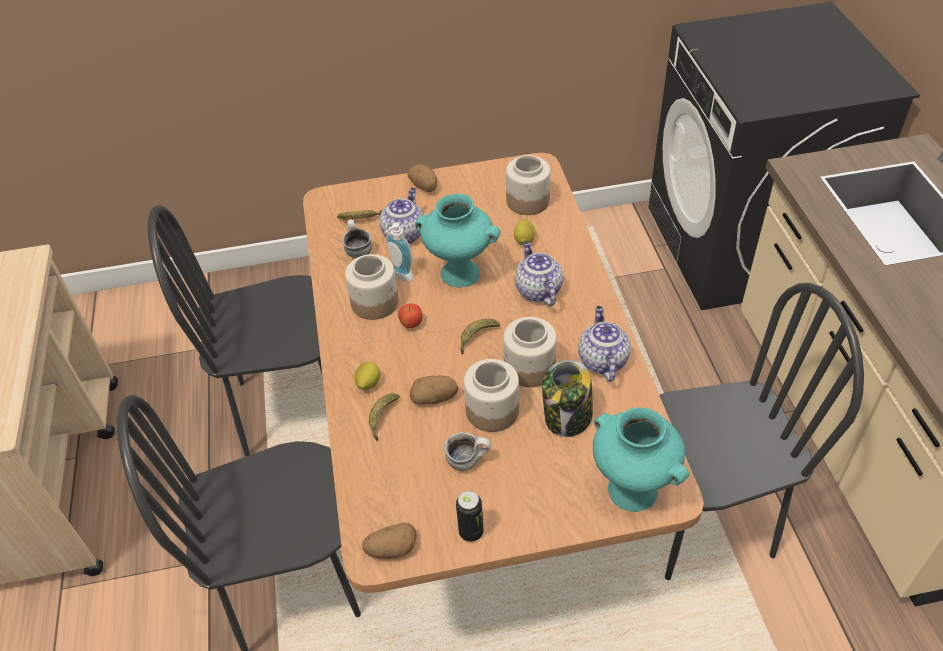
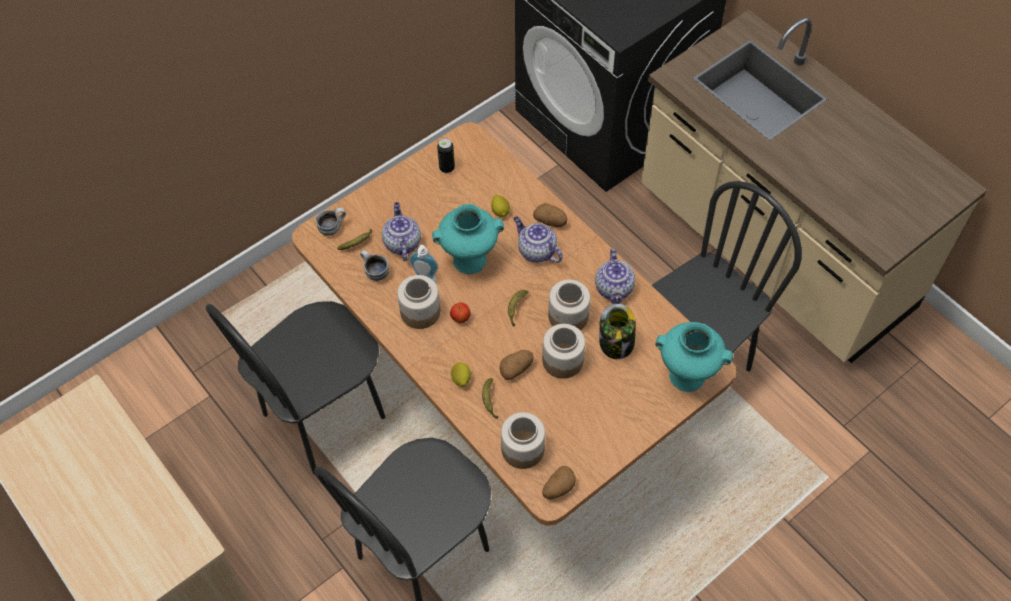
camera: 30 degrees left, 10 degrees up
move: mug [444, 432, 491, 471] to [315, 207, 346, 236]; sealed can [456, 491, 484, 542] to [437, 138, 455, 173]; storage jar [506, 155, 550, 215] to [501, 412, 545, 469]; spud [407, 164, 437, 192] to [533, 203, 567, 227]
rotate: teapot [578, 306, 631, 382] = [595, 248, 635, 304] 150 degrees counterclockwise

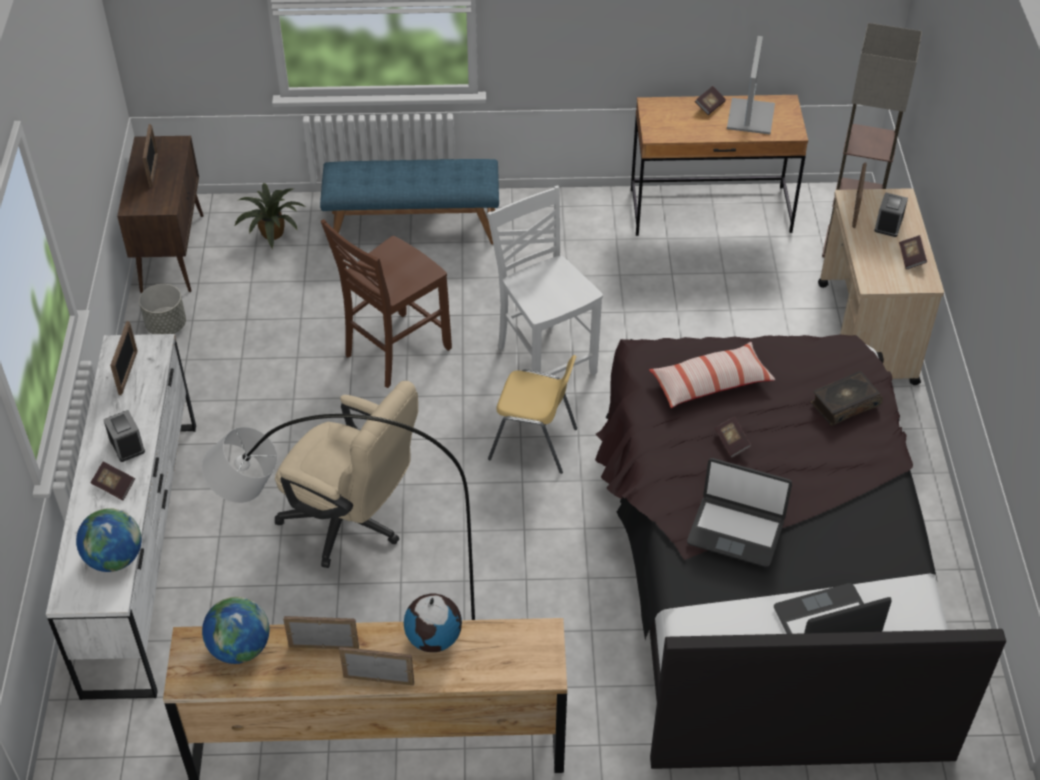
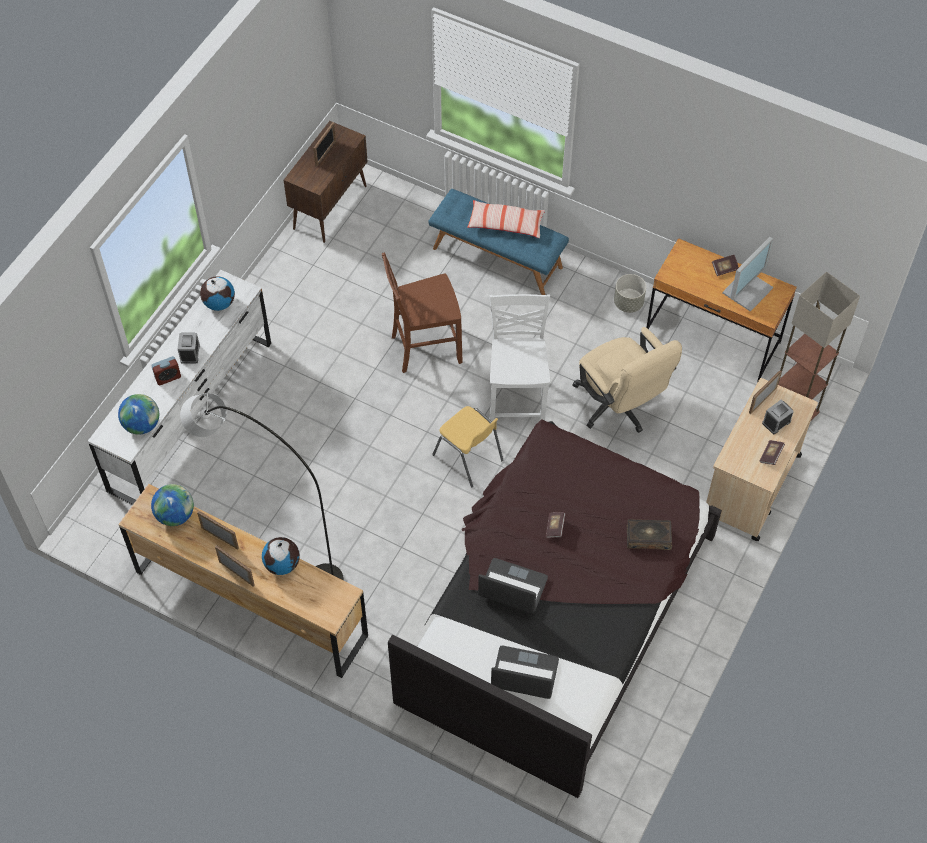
camera: 30 degrees right, 10 degrees up
delete: houseplant [235, 183, 305, 249]
move: pillow [649, 342, 775, 408] to [467, 200, 545, 238]; computer chair (sand-coloured) [275, 381, 418, 568] to [572, 327, 682, 432]; planter (greyish) [139, 284, 186, 334] to [614, 274, 646, 313]
replace: bound book [91, 462, 135, 500] to table clock [151, 356, 181, 386]; standing frame [110, 321, 138, 395] to globe [200, 276, 235, 311]
rotate: laptop [687, 458, 792, 567] = [478, 558, 548, 613] 150 degrees clockwise

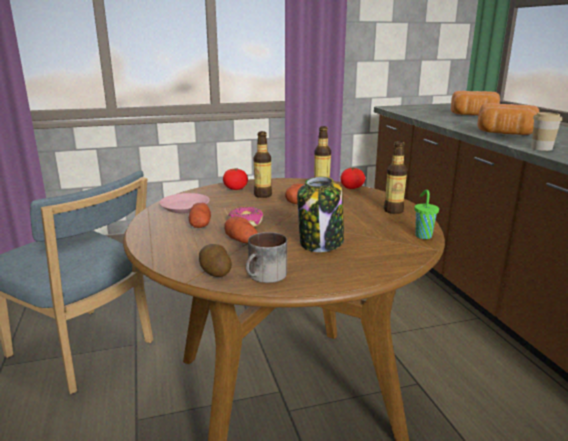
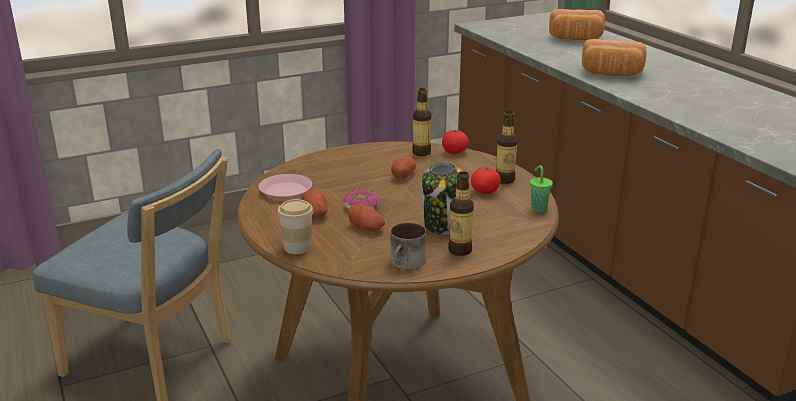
camera: 10 degrees left, 5 degrees up
delete: spud [199, 244, 232, 277]
move: drinking cup [531, 112, 562, 151] to [277, 199, 314, 254]; bottle [254, 131, 272, 198] to [448, 171, 474, 256]; whole tomato [223, 168, 248, 190] to [471, 167, 501, 194]

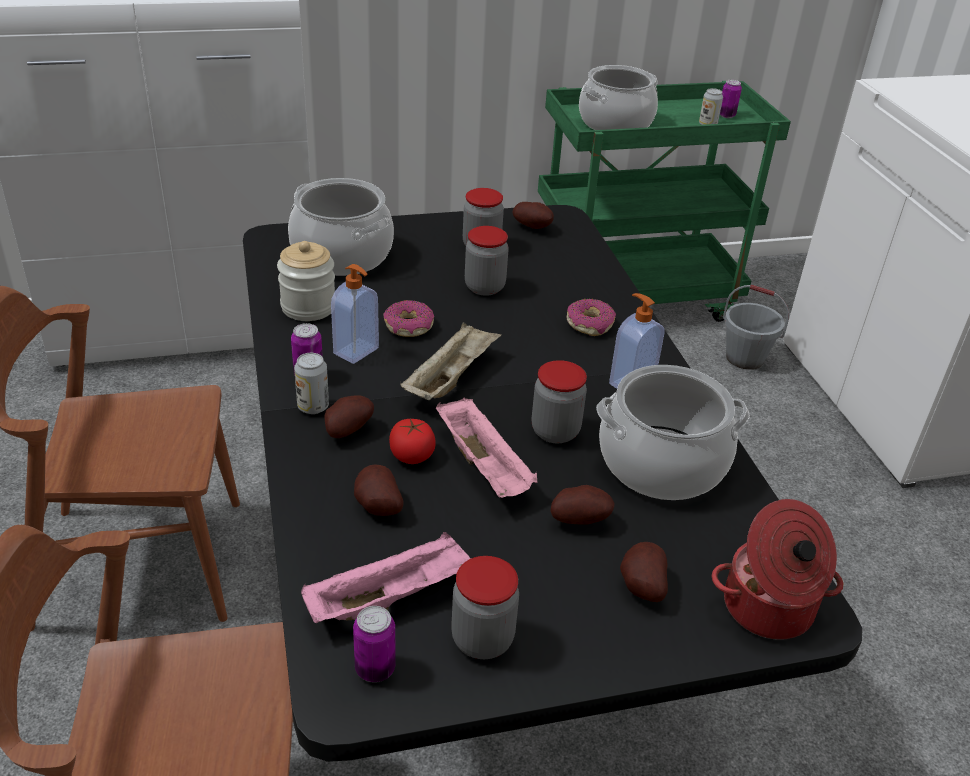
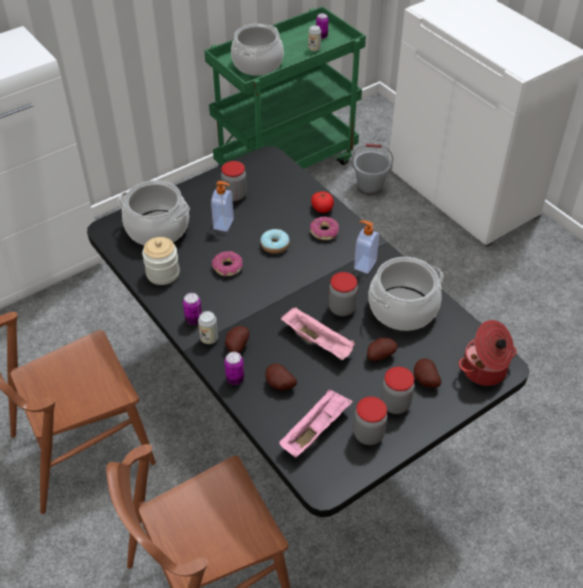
camera: 20 degrees left, 10 degrees up
delete: tray (sand-coloured) [400, 322, 501, 400]; spud [512, 202, 554, 229]
insert: ring doughnut [260, 229, 290, 254]
move: soap bottle [331, 264, 379, 364] to [211, 181, 234, 232]; sealed can [353, 606, 396, 682] to [224, 352, 244, 385]; whole tomato [389, 419, 436, 464] to [311, 191, 334, 213]; storage jar [465, 226, 509, 296] to [381, 367, 414, 414]

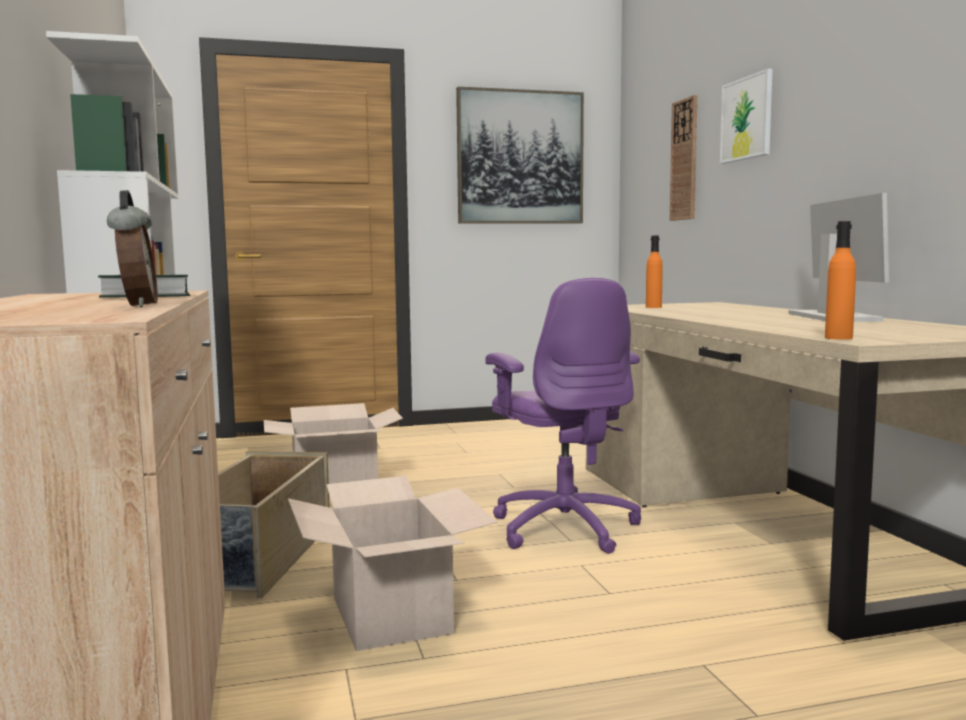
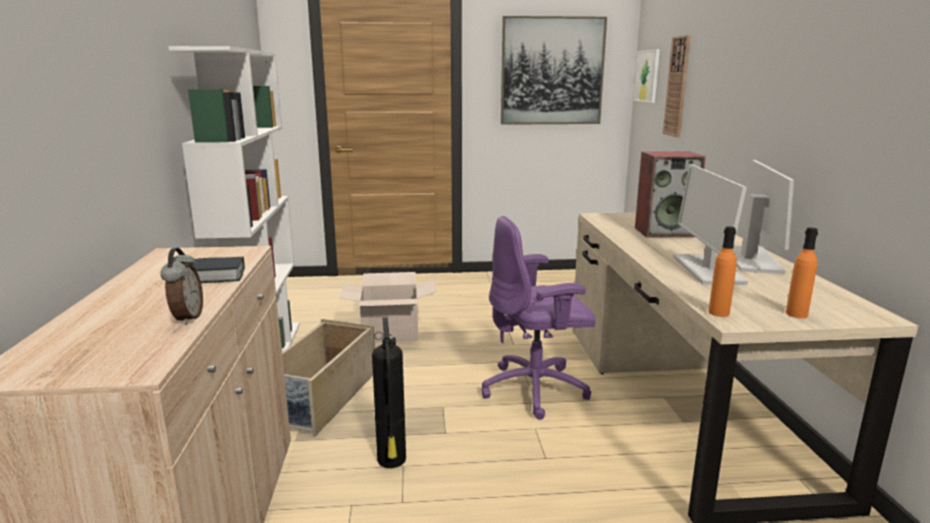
camera: 10 degrees right, 10 degrees up
insert: loudspeaker [635, 152, 706, 238]; computer screen [673, 164, 748, 285]
move: picture [720, 69, 772, 164] to [634, 49, 660, 103]; bottle (orangey) [646, 236, 663, 308] to [786, 227, 818, 318]
replace: cardboard box [288, 476, 498, 651] to extinguisher [372, 318, 406, 468]
rotate: computer chair (purplish) [485, 278, 641, 554] = [482, 216, 596, 420] 90 degrees clockwise

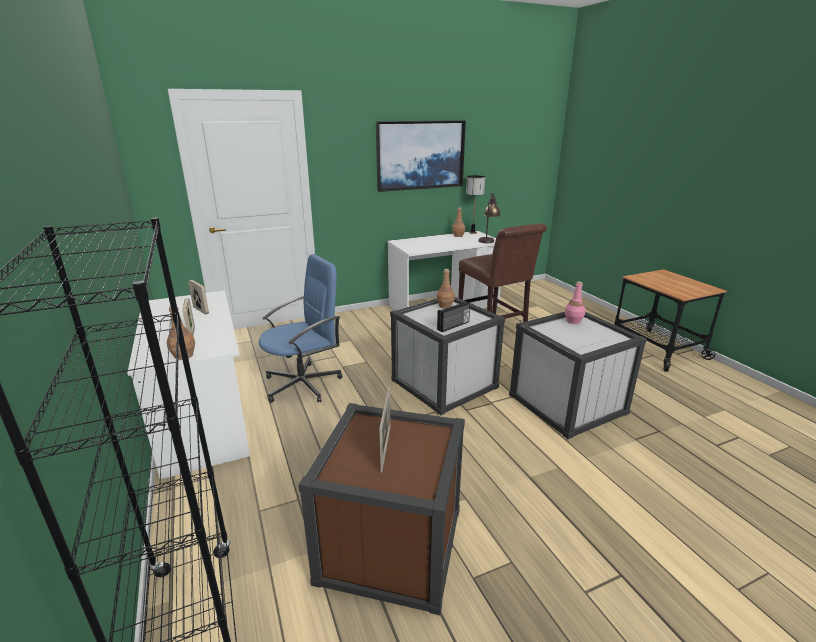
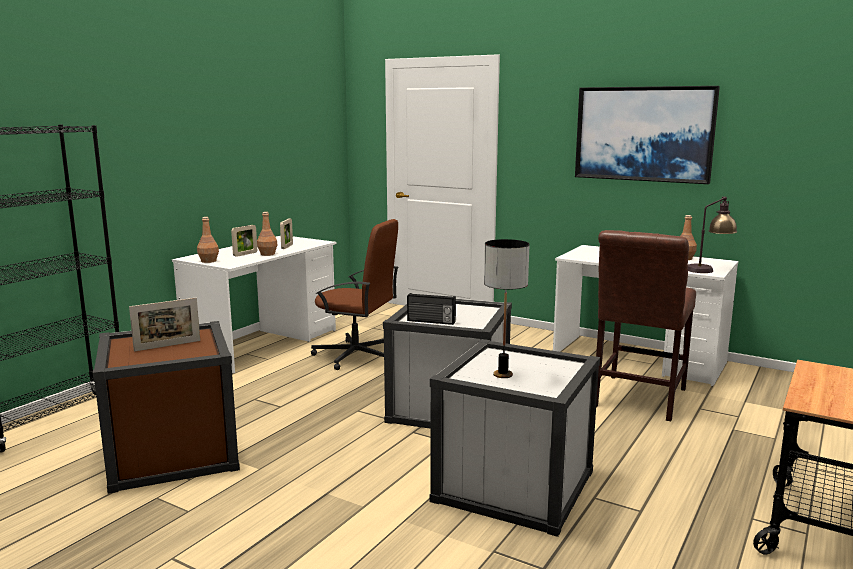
camera: 55 degrees right, 10 degrees down
delete: bottle (pinkish) [565, 282, 585, 324]
move: bottle (brownish) [437, 269, 455, 309] to [257, 212, 277, 256]; lamp for a table [466, 175, 485, 234] to [484, 239, 529, 378]
recolor: computer chair (bluish) [259, 254, 342, 403] to computer chair (brownish) [311, 219, 399, 370]

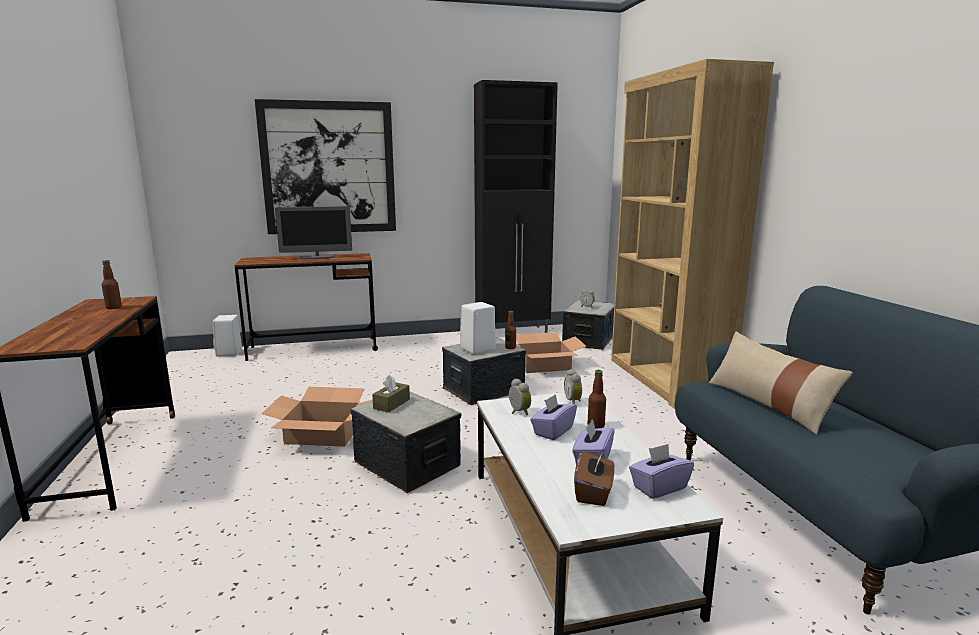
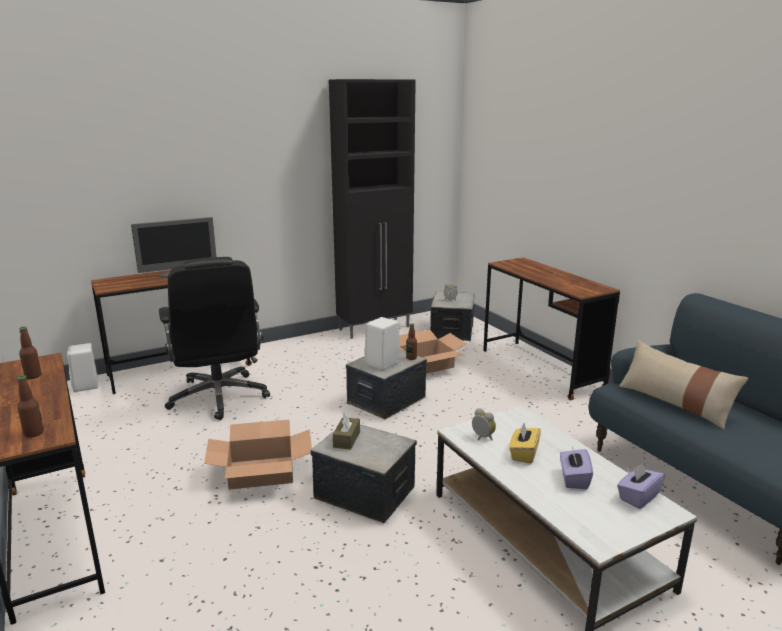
camera: 15 degrees left, 5 degrees up
delete: picture [255, 99, 396, 234]; table clock [564, 369, 582, 404]; tissue box (brownish) [574, 449, 615, 506]
insert: computer chair (black-coloured) [159, 257, 270, 420]
move: bottle [588, 370, 606, 429] to [17, 375, 44, 438]
replace: shelving unit (brownish) [611, 59, 774, 409] to desk (brownish) [483, 257, 620, 400]
recolor: tissue box (purplish) [530, 394, 577, 440] to tissue box (yellow) [509, 423, 541, 464]

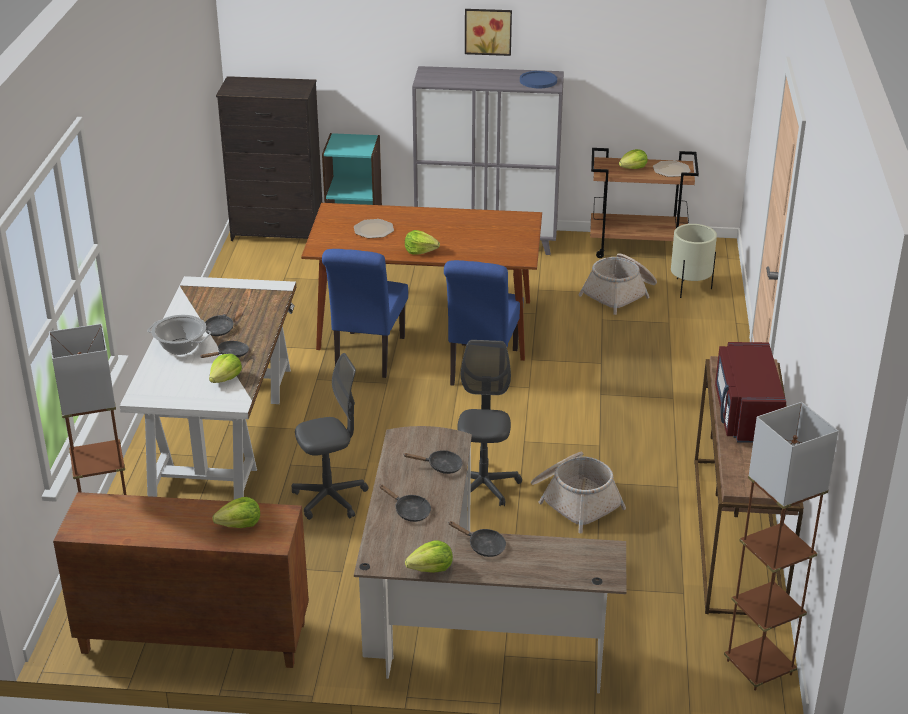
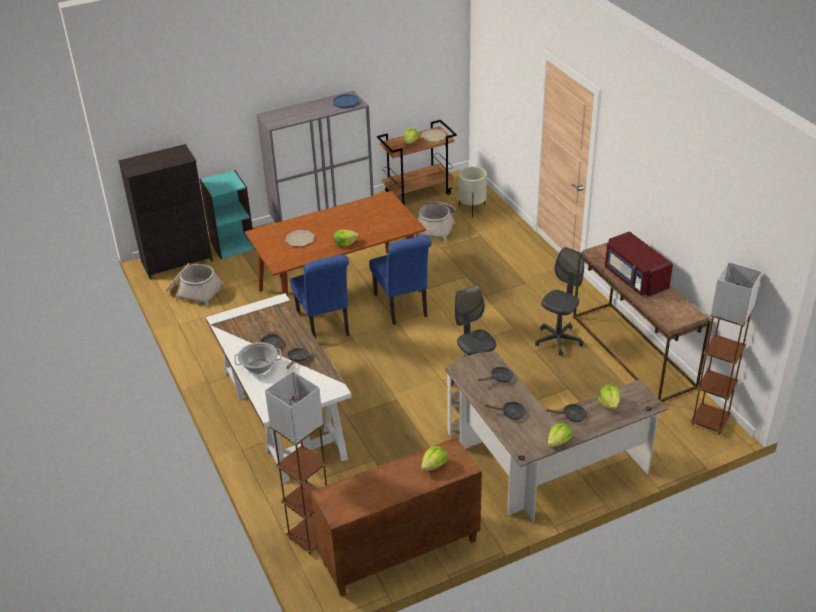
camera: 30 degrees left, 5 degrees up
delete: picture [465, 9, 512, 56]
move: storage basket [531, 452, 626, 533] to [166, 263, 225, 307]; computer chair (greyish) [292, 353, 369, 520] to [535, 247, 584, 356]; lettuce [209, 354, 242, 383] to [598, 384, 620, 410]

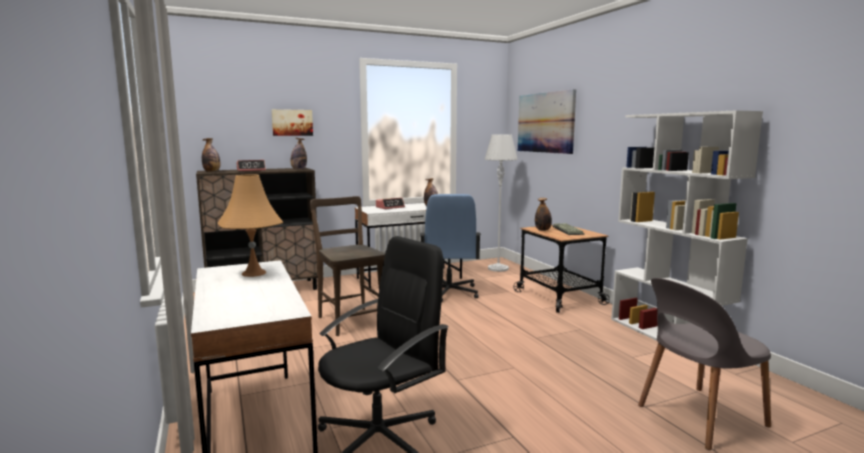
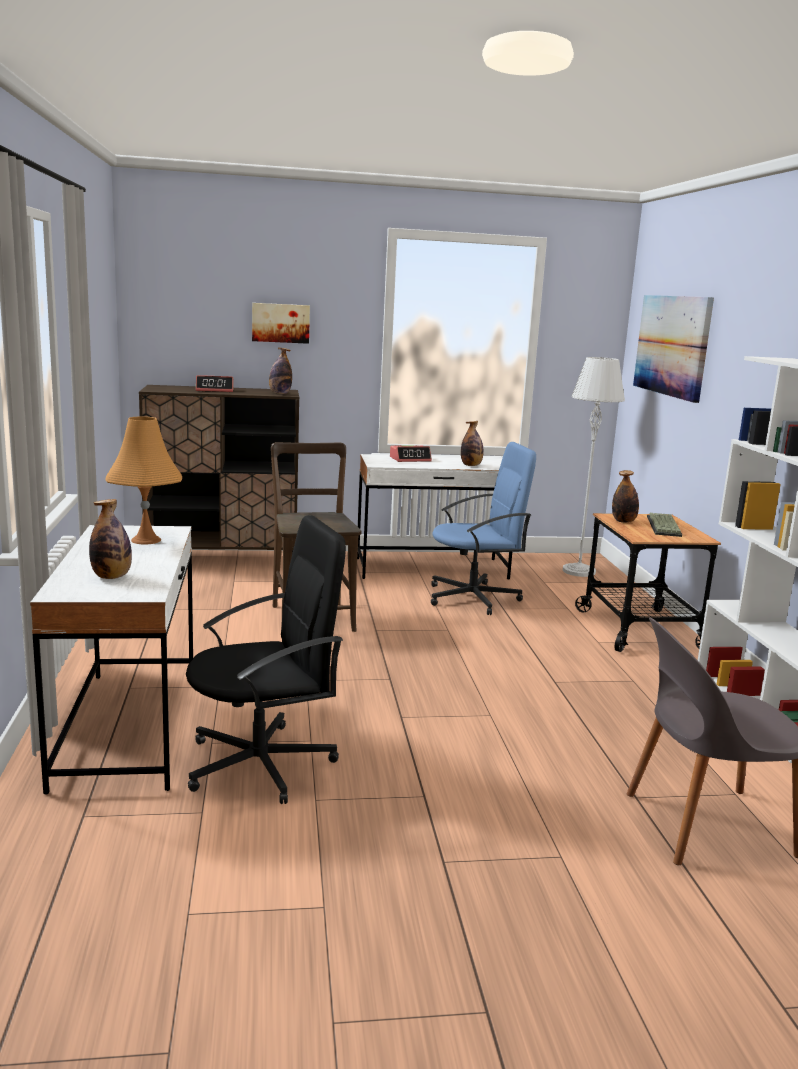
camera: 15 degrees right, 5 degrees up
move: bottle [202, 138, 220, 172] to [89, 499, 132, 579]
rotate: computer chair (bluish) [420, 194, 481, 303] = [431, 442, 536, 615] 120 degrees counterclockwise

